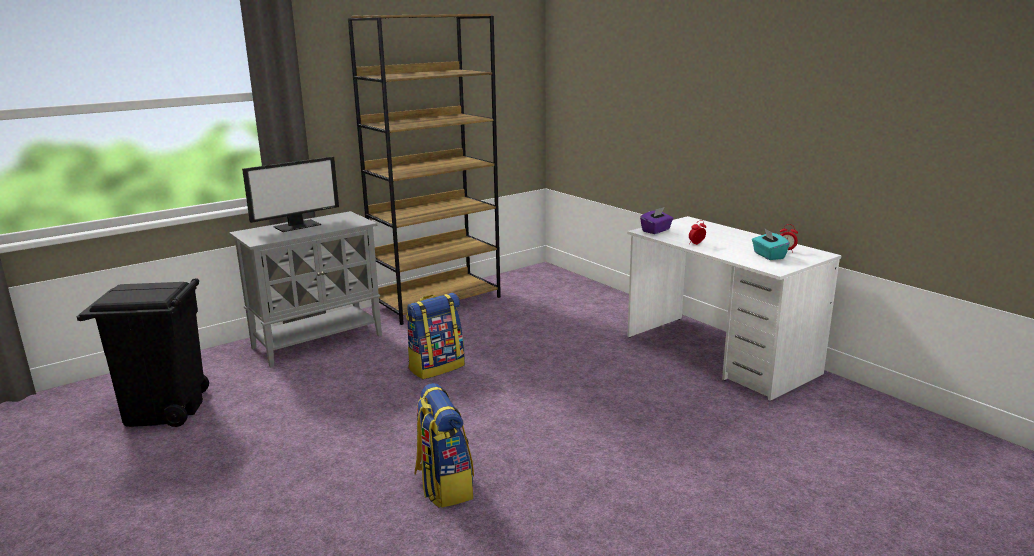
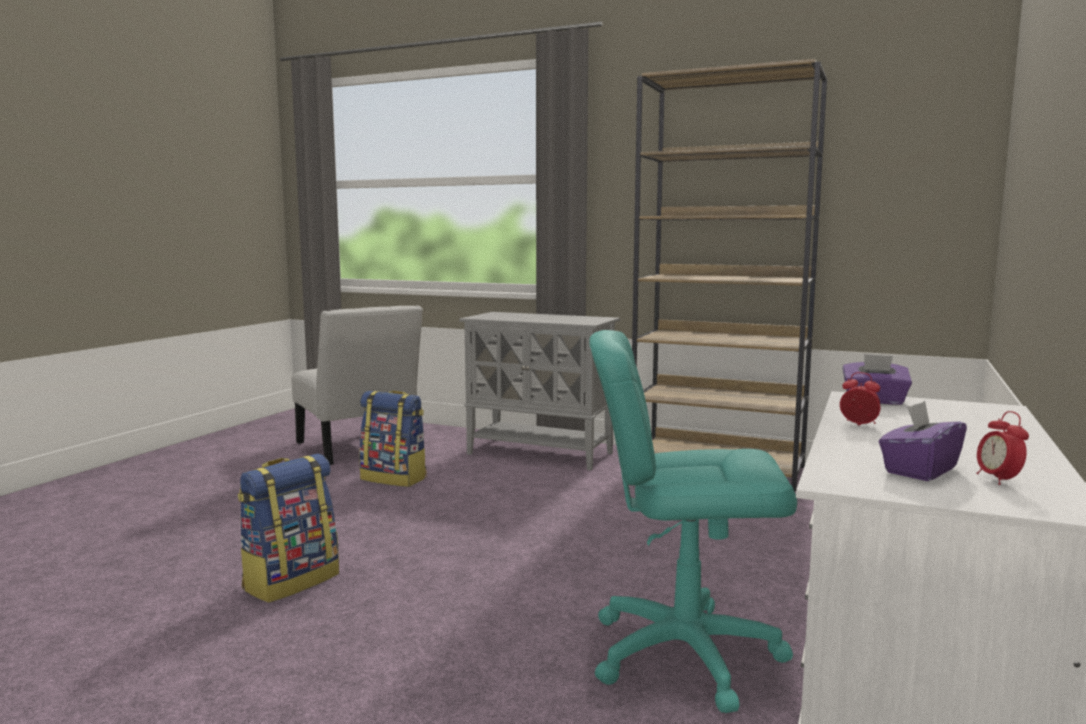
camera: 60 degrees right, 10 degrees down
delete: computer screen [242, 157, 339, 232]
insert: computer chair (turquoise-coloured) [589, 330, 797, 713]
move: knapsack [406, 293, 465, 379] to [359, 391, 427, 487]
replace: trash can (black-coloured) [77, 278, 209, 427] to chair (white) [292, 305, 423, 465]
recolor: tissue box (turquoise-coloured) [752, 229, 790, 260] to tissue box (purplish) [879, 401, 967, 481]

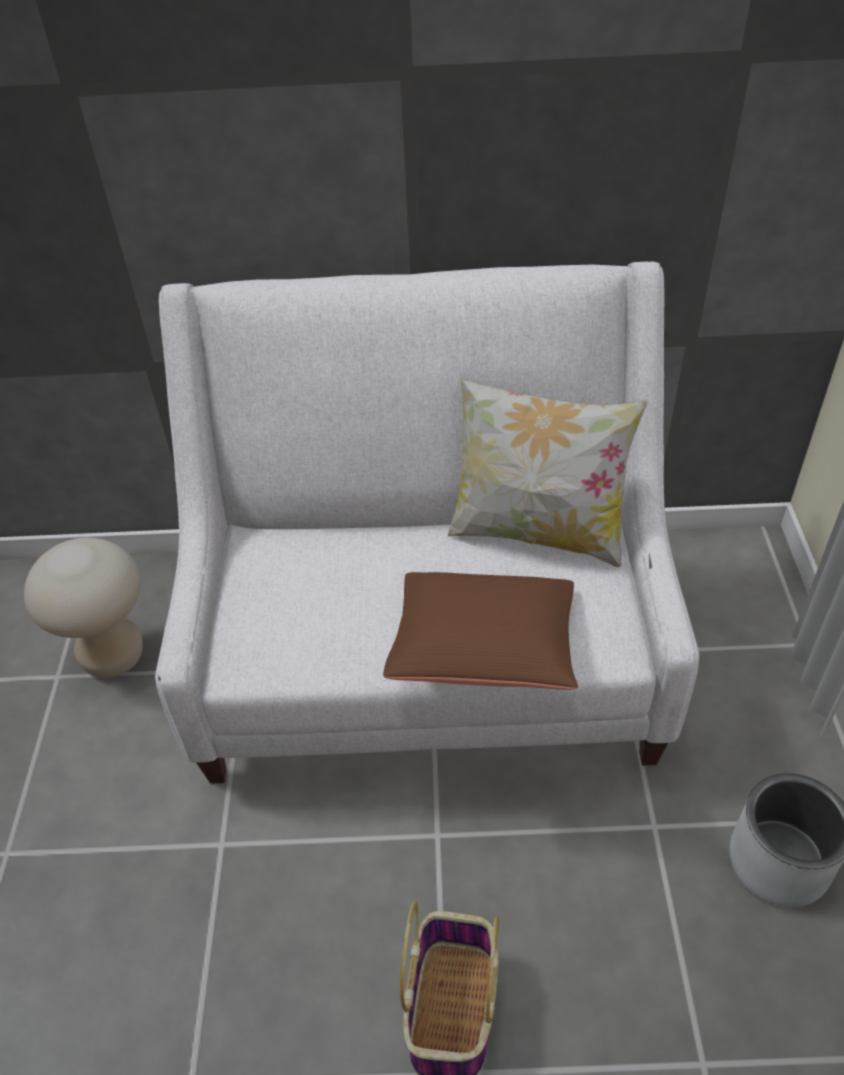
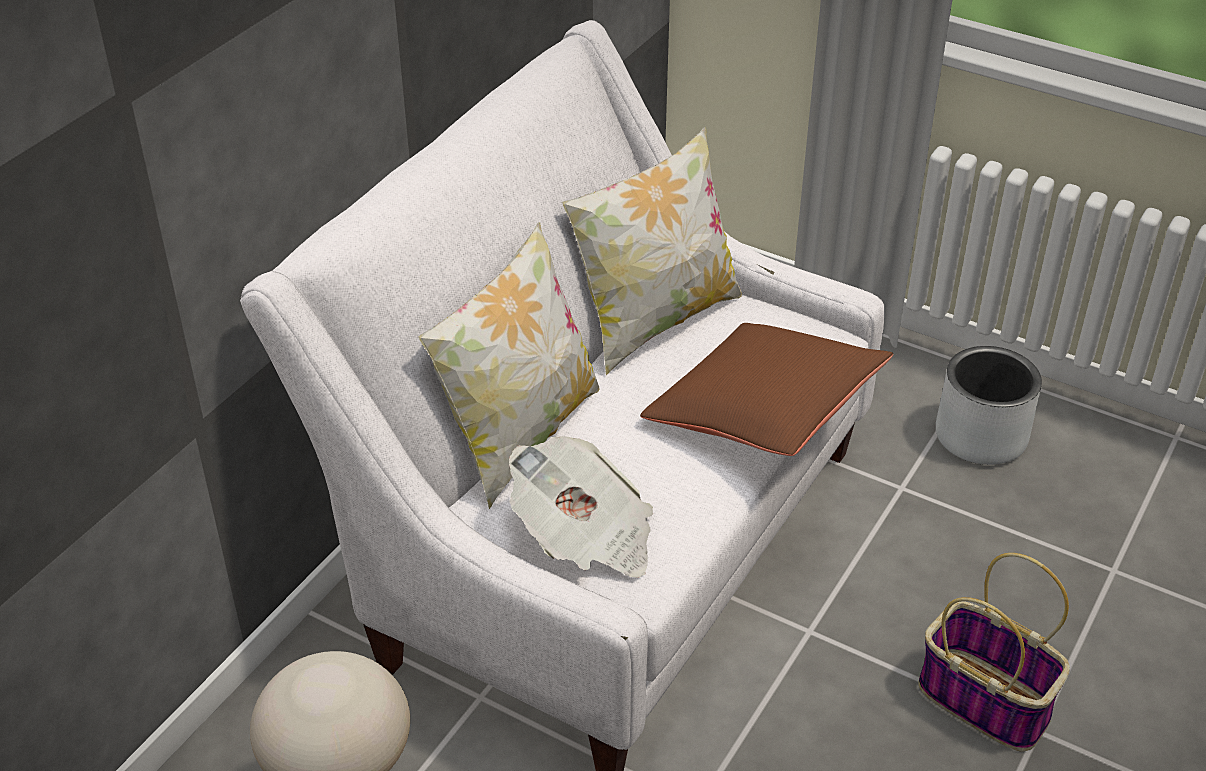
camera: 60 degrees left, 5 degrees down
insert: pillow [418, 222, 600, 509]; printed paper [509, 436, 653, 578]

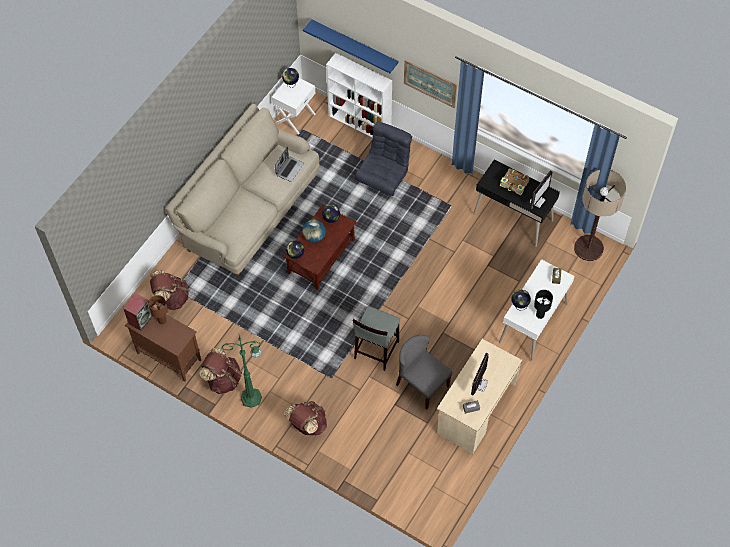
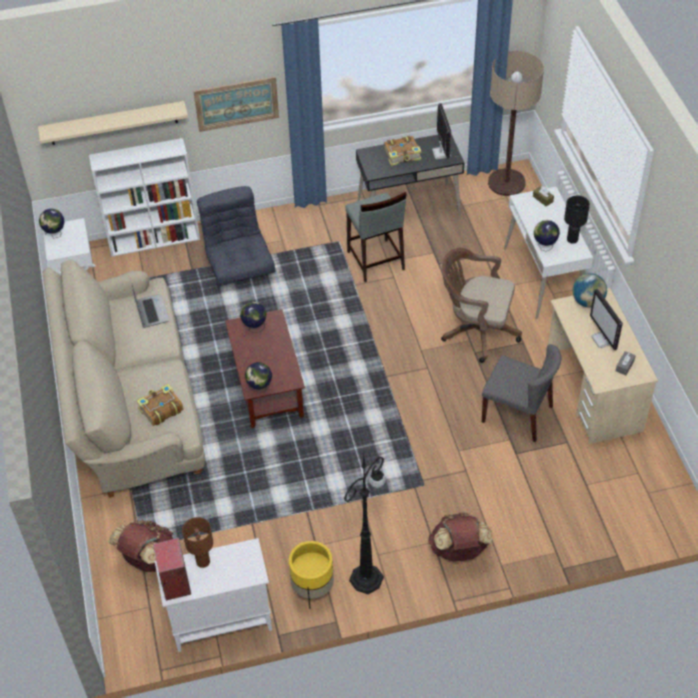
camera: 45 degrees left, 10 degrees down
insert: bound book [136, 384, 184, 426]; computer chair (brownish) [441, 248, 522, 363]
move: sitting stool (greyish) [353, 306, 400, 371] to [345, 192, 407, 282]; globe [302, 219, 326, 243] to [573, 273, 607, 307]
replace: knapsack (brownish) [199, 348, 242, 394] to planter (yellow) [289, 541, 334, 609]
recolor: wall shelf (bluish) [303, 19, 399, 73] to wall shelf (sand-coloured) [38, 101, 188, 145]; cupboard (brownish) [125, 307, 201, 382] to cupboard (white) [155, 538, 272, 652]; floor lamp (greenish) [222, 335, 262, 408] to floor lamp (black-coloured) [344, 453, 386, 594]
rotate: chair (greyish) [396, 335, 452, 409] = [482, 344, 561, 442] 150 degrees counterclockwise

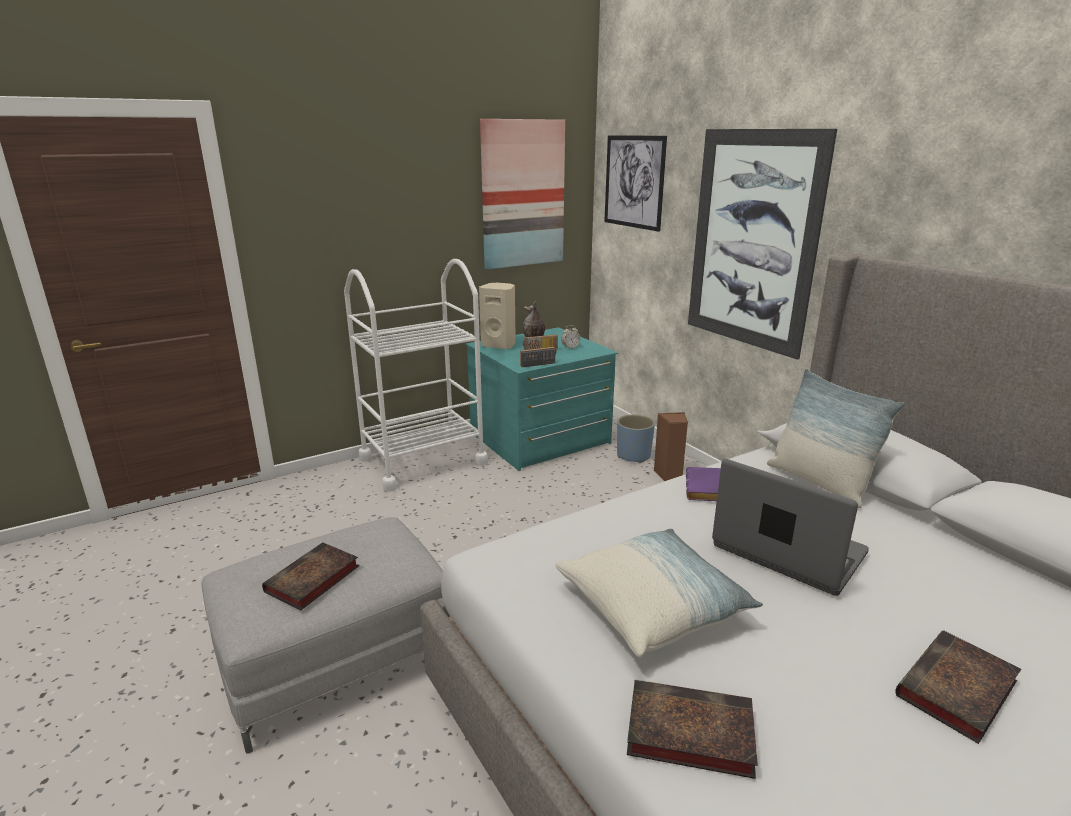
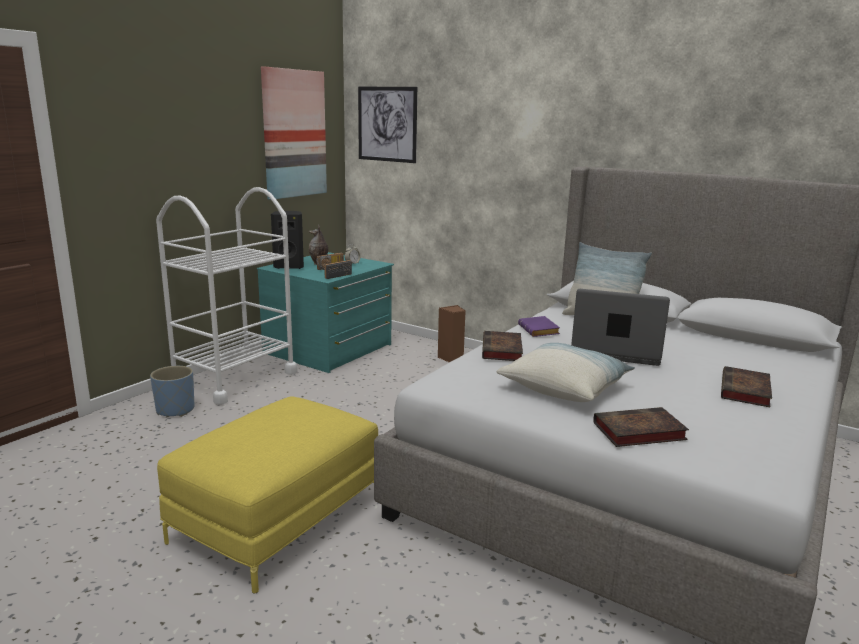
camera: 25 degrees left, 5 degrees down
delete: picture [688, 129, 837, 360]
move: planter (bluish) [617, 414, 655, 463] to [150, 366, 195, 417]; bound book [262, 542, 359, 610] to [482, 331, 523, 361]
recolor: ottoman (greyish) [201, 517, 443, 754] to ottoman (yellow) [157, 396, 378, 594]; loudspeaker (sand-coloured) [479, 283, 516, 349] to loudspeaker (black-coloured) [271, 211, 304, 269]

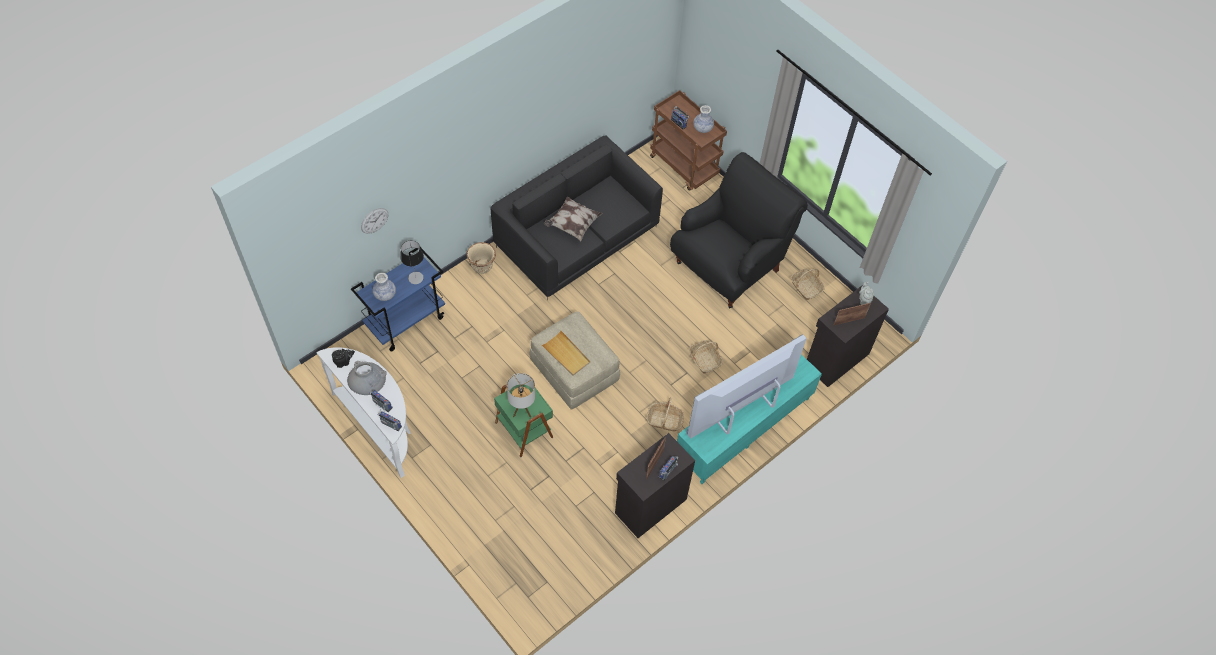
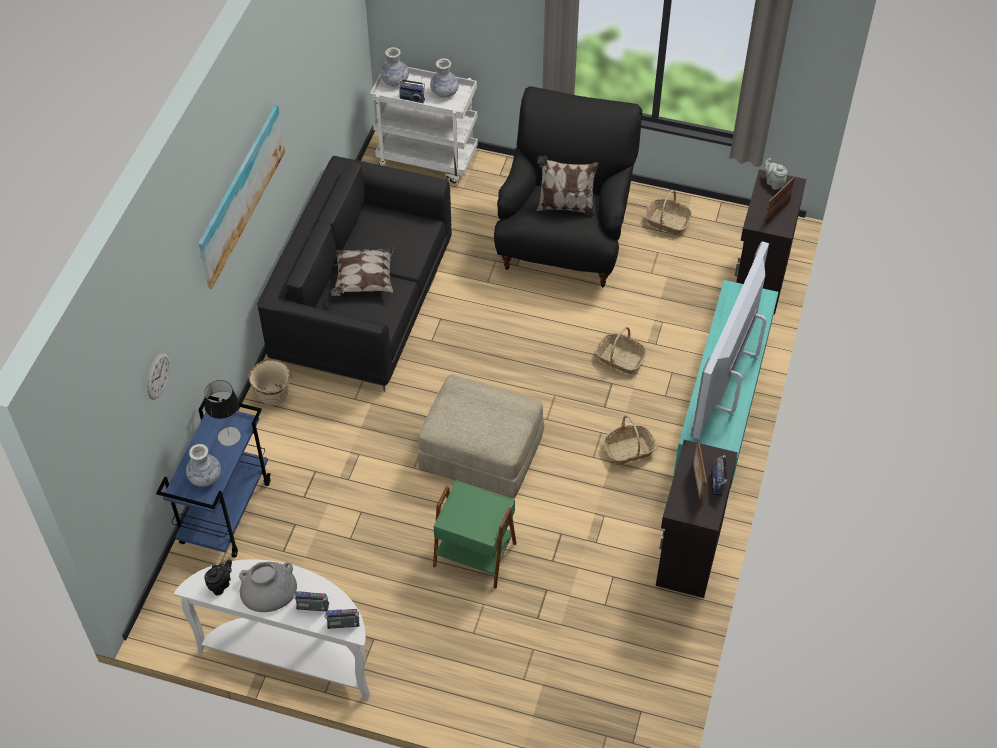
camera: 30 degrees left, 5 degrees down
delete: lamp for a table [507, 373, 535, 417]; tray (sand-coloured) [542, 330, 590, 376]
insert: picture [199, 105, 285, 289]; vase [380, 47, 409, 87]; pillow [537, 156, 598, 216]
recolor: cart (brownish) [650, 90, 727, 191] to cart (white) [370, 67, 478, 183]

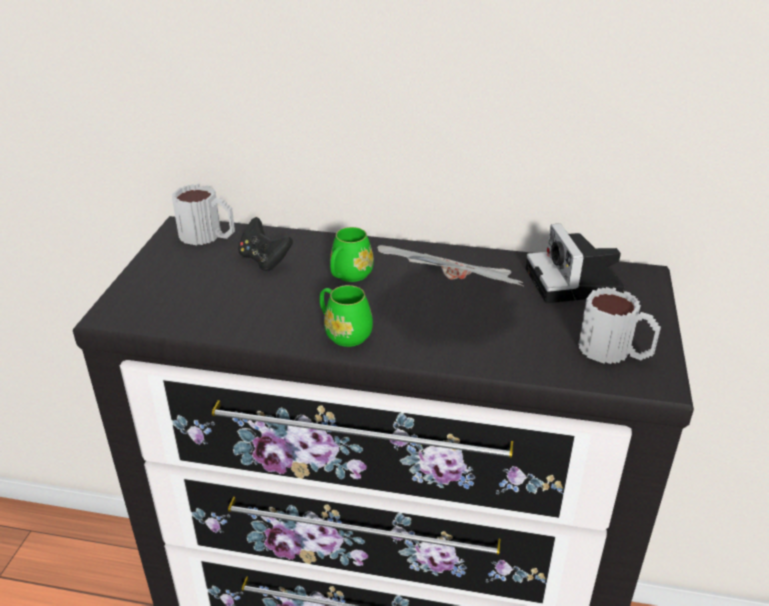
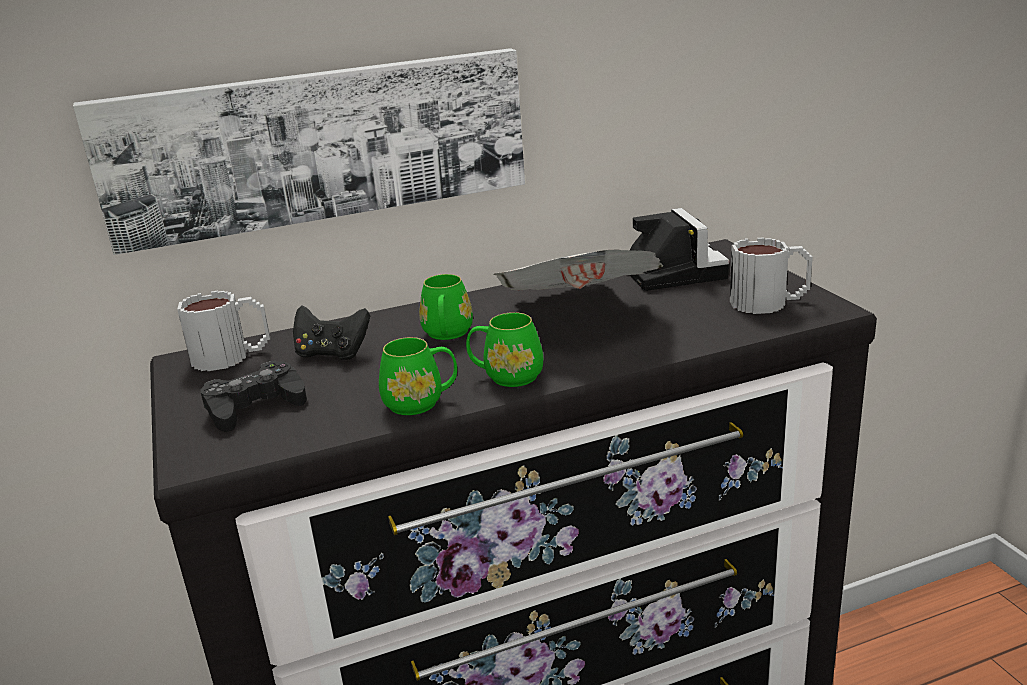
camera: 30 degrees left, 10 degrees down
insert: picture [73, 48, 525, 255]; game controller (black-coloured) [200, 360, 307, 432]; mug (greenish) [379, 337, 457, 415]
rotate: photo camera [526, 223, 625, 303] = [630, 208, 729, 291] 150 degrees counterclockwise

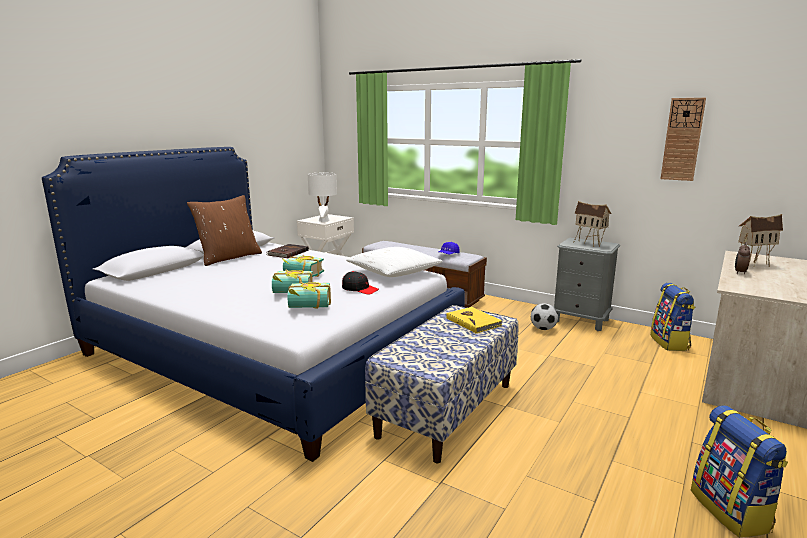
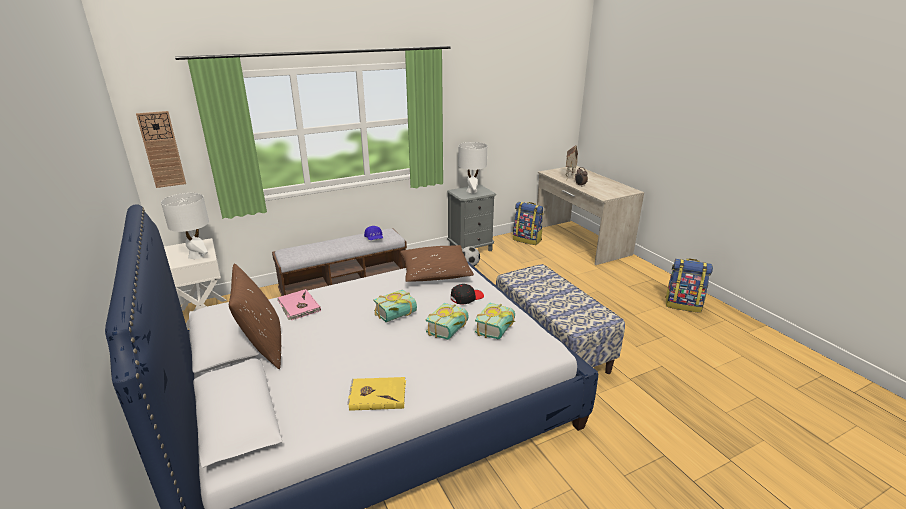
camera: 60 degrees left, 10 degrees up
move: wall clock [661, 98, 706, 181] to [136, 111, 186, 188]; bound book (yellow) [446, 307, 503, 334] to [347, 377, 406, 411]
replace: toy house [573, 201, 612, 247] to lamp for a table (white) [458, 142, 487, 193]
recolor: bound book (brownish) [267, 244, 309, 258] to bound book (pinkish) [277, 289, 321, 320]; pillow (white) [346, 247, 443, 277] to pillow (brownish) [400, 245, 474, 282]

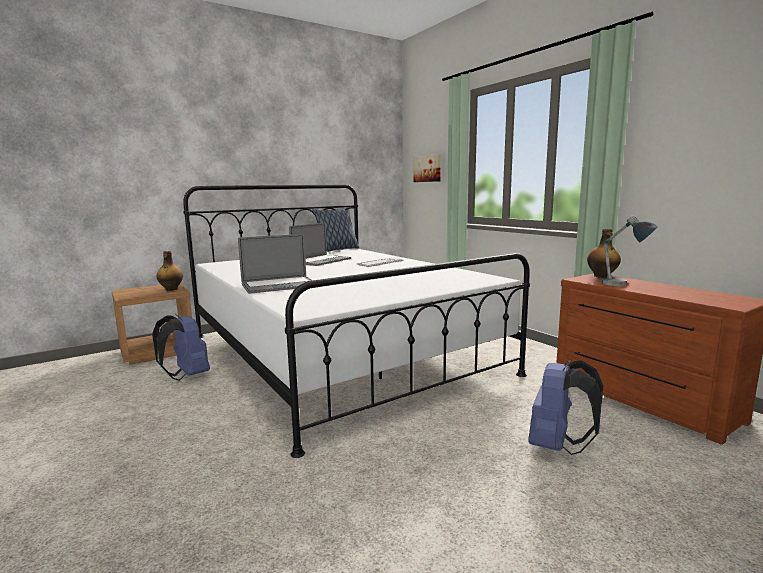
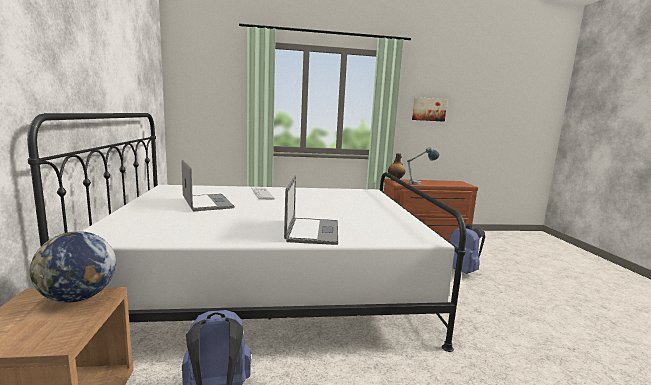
camera: 65 degrees left, 0 degrees up
delete: pillow [312, 207, 359, 252]
move: picture [414, 154, 441, 182] to [412, 97, 447, 122]
replace: bottle [156, 251, 183, 291] to globe [30, 231, 116, 303]

